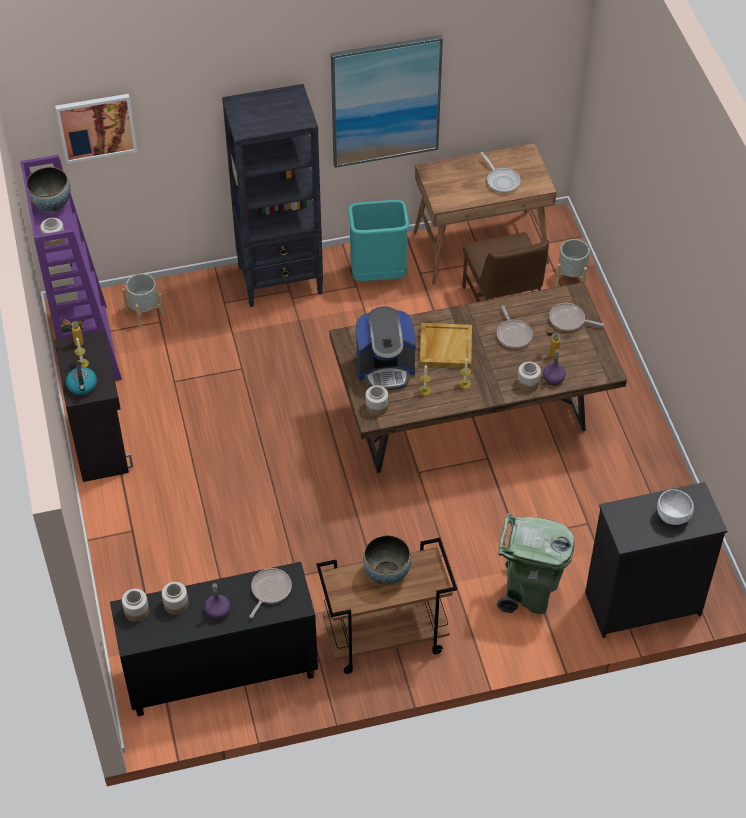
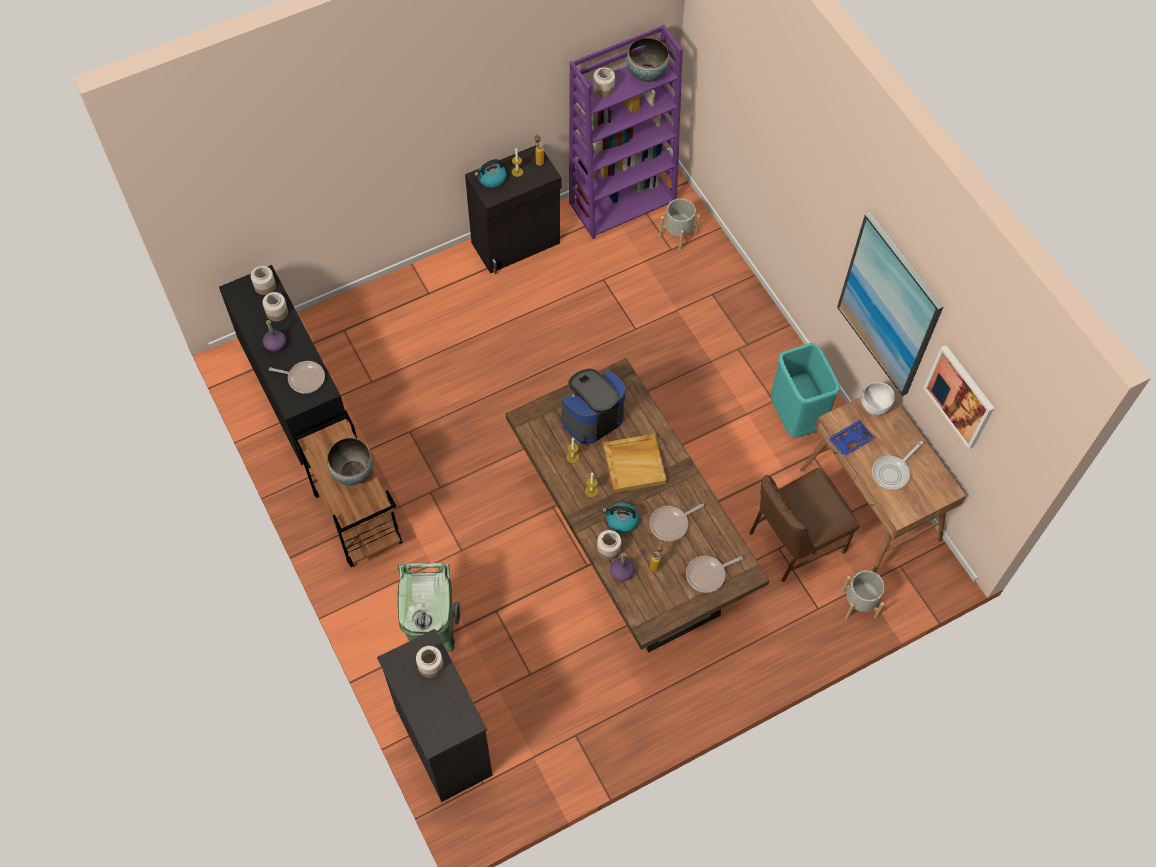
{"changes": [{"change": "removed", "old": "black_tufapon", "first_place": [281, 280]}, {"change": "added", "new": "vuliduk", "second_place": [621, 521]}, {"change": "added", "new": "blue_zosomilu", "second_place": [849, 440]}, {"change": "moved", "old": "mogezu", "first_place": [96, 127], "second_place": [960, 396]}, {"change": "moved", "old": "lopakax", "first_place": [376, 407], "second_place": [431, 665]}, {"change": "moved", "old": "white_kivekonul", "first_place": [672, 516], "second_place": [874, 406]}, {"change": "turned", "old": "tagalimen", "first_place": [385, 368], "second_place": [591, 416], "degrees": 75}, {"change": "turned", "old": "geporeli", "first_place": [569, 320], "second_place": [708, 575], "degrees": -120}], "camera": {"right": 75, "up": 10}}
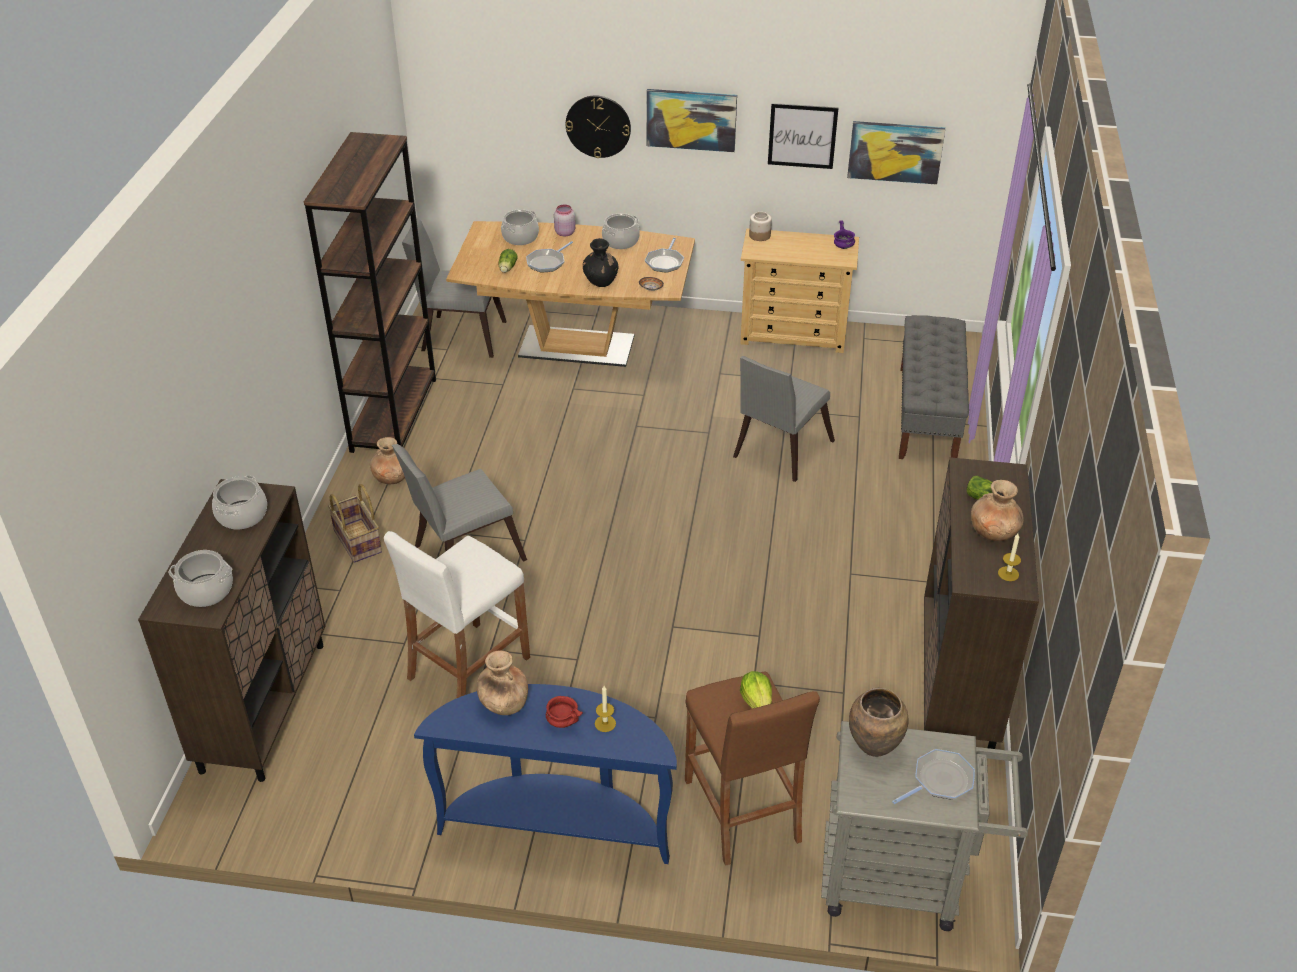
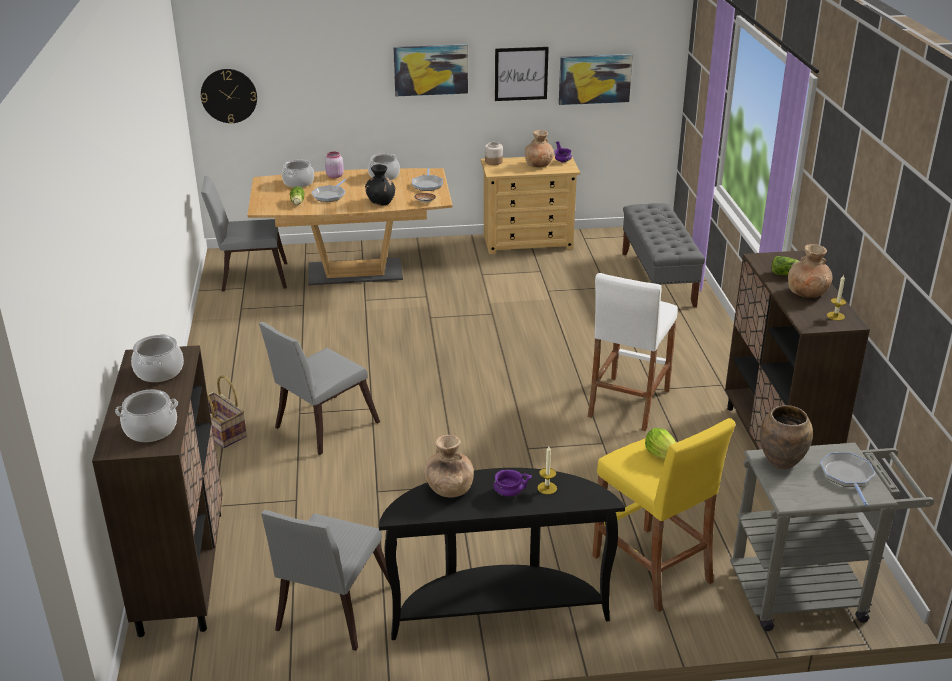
{"changes": [{"change": "removed", "old": "brown_tufapon", "first_place": [394, 414]}, {"change": "moved", "old": "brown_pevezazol", "first_place": [392, 478], "second_place": [538, 165]}, {"change": "moved", "old": "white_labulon", "first_place": [468, 668], "second_place": [628, 403]}, {"change": "moved", "old": "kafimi", "first_place": [598, 126], "second_place": [229, 96]}, {"change": "moved", "old": "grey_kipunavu", "first_place": [779, 452], "second_place": [331, 612]}, {"change": "recoloured", "old": "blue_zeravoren", "new": "black_zeravoren", "first_place": [558, 822], "second_place": [497, 609]}, {"change": "recoloured", "old": "red_kivekonul", "new": "purple_kivekonul", "first_place": [563, 721], "second_place": [509, 492]}, {"change": "recoloured", "old": "brown_labulon", "new": "yellow_labulon", "first_place": [742, 811], "second_place": [652, 569]}, {"change": "turned", "old": "geporeli", "first_place": [940, 781], "second_place": [847, 476], "degrees": -45}], "camera": {"right": -15, "up": -10}}
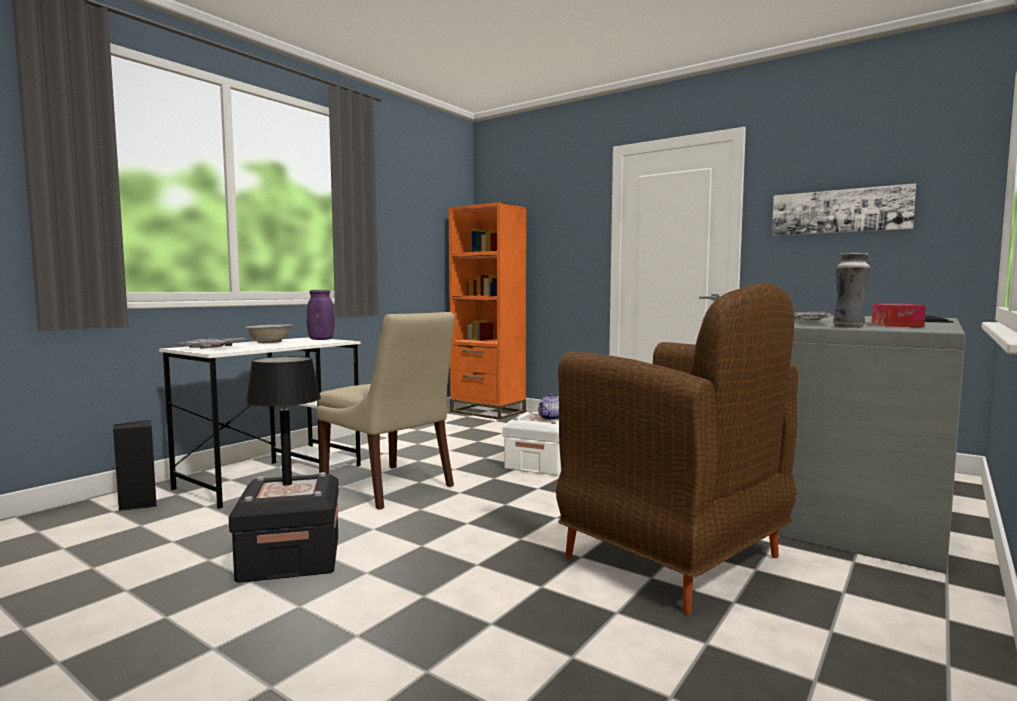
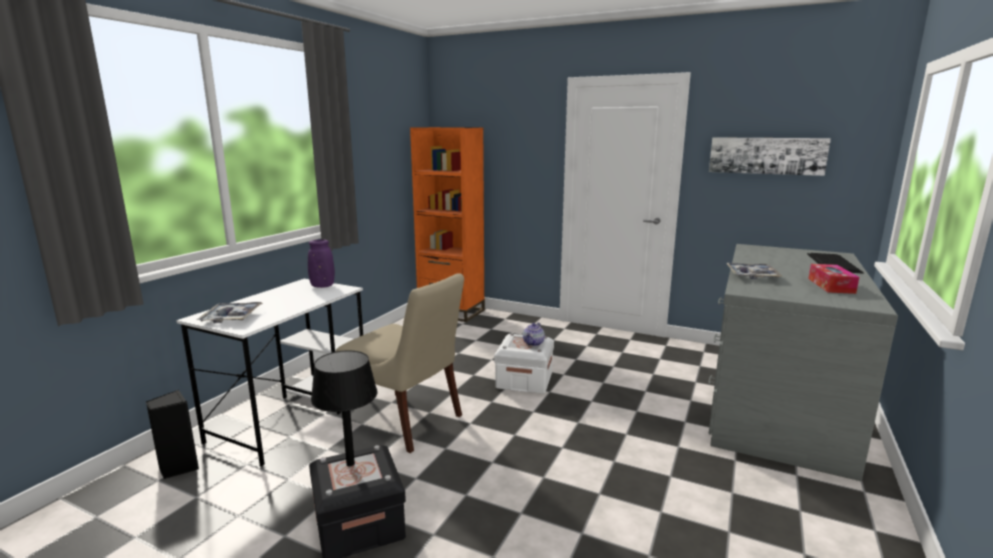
{"changes": [{"change": "removed", "old": "white_kivekonul", "first_place": [270, 342]}, {"change": "removed", "old": "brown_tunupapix", "first_place": [676, 559]}, {"change": "removed", "old": "pevezazol", "first_place": [849, 327]}], "camera": {"right": -10, "up": 10}}
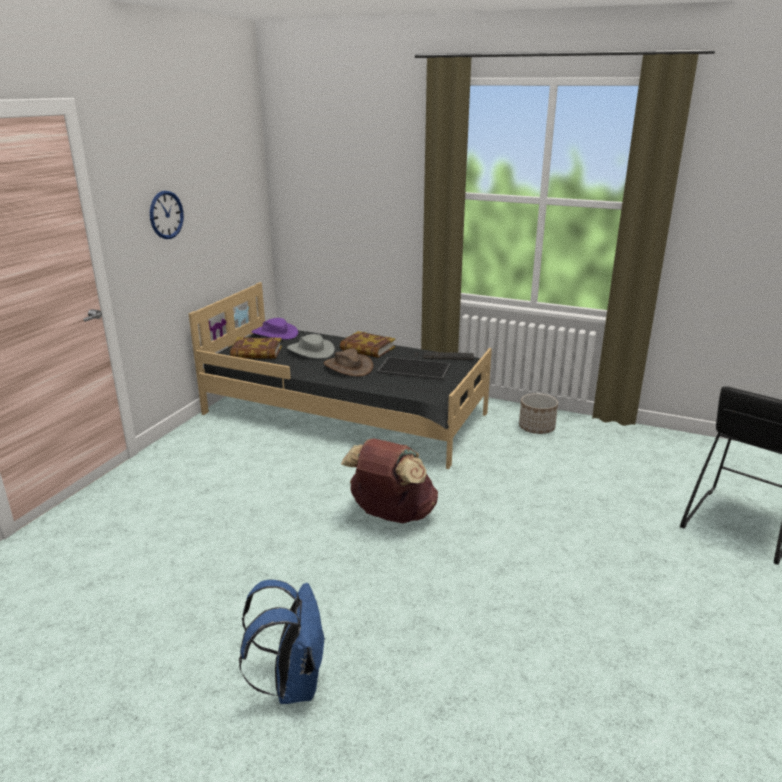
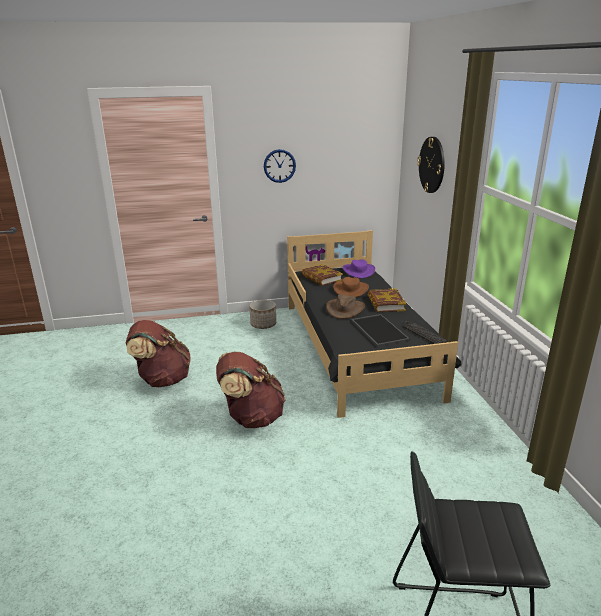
{"changes": [{"change": "removed", "old": "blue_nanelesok", "first_place": [292, 683]}, {"change": "added", "new": "brown_nanelesok", "second_place": [162, 380]}, {"change": "added", "new": "kafimi", "second_place": [432, 165]}, {"change": "moved", "old": "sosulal", "first_place": [536, 428], "second_place": [263, 324]}, {"change": "recoloured", "old": "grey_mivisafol", "new": "brown_mivisafol", "first_place": [311, 350], "second_place": [351, 290]}], "camera": {"right": 55, "up": 0}}
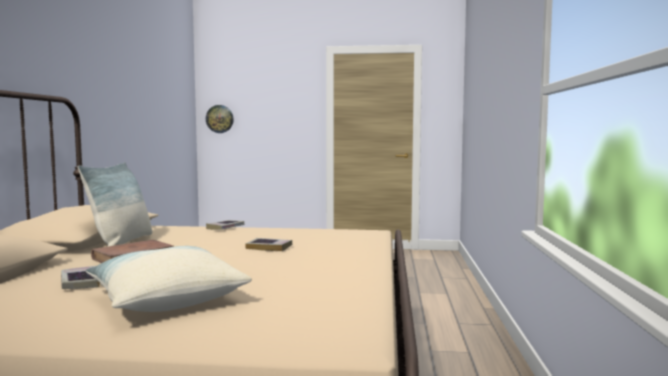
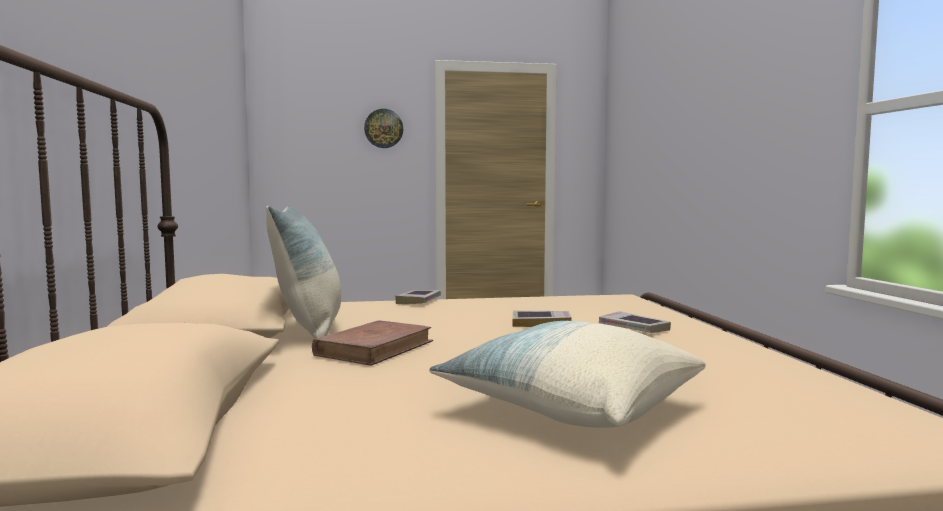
{"changes": [{"change": "moved", "old": "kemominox", "first_place": [80, 282], "second_place": [633, 328]}, {"change": "moved", "old": "kafimi", "first_place": [219, 119], "second_place": [383, 128]}], "camera": {"right": -15, "up": 0}}
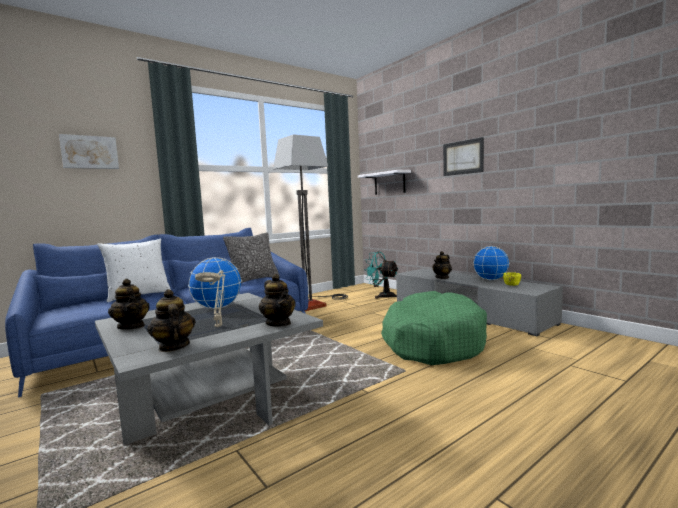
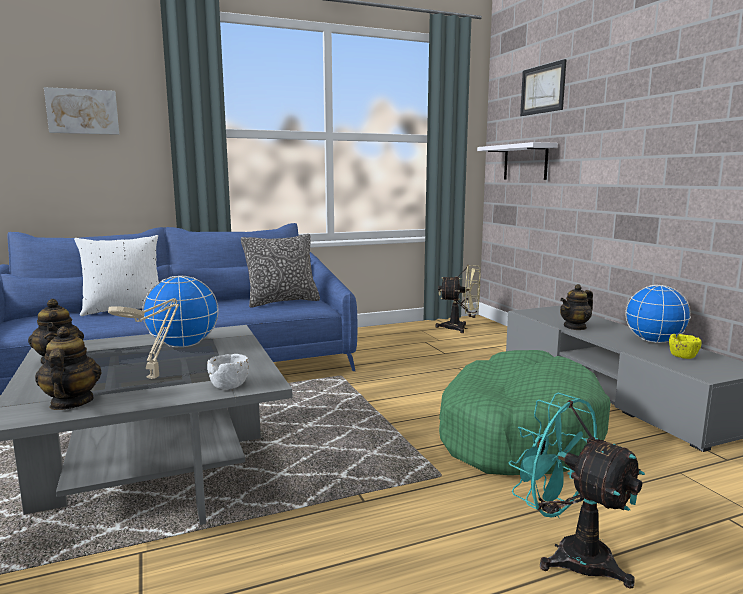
{"changes": [{"change": "removed", "old": "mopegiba", "first_place": [314, 304]}, {"change": "added", "new": "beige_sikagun", "second_place": [460, 328]}, {"change": "moved", "old": "turquoise_sikagun", "first_place": [382, 296], "second_place": [569, 554]}, {"change": "moved", "old": "mogezu", "first_place": [463, 157], "second_place": [542, 89]}, {"change": "replaced", "old": "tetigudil", "new": "white_kivekonul", "first_place": [278, 323], "second_place": [229, 385]}], "camera": {"right": 15, "up": 5}}
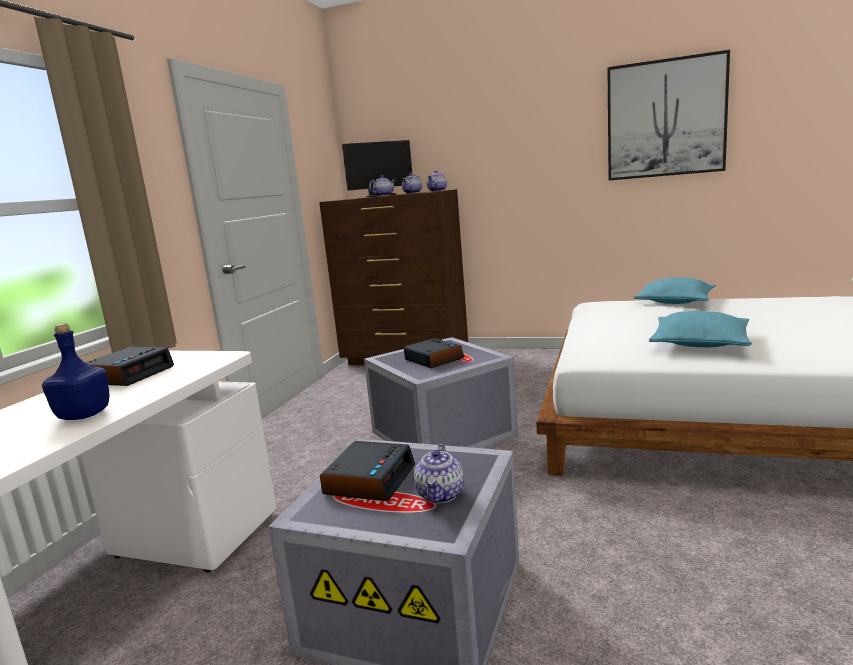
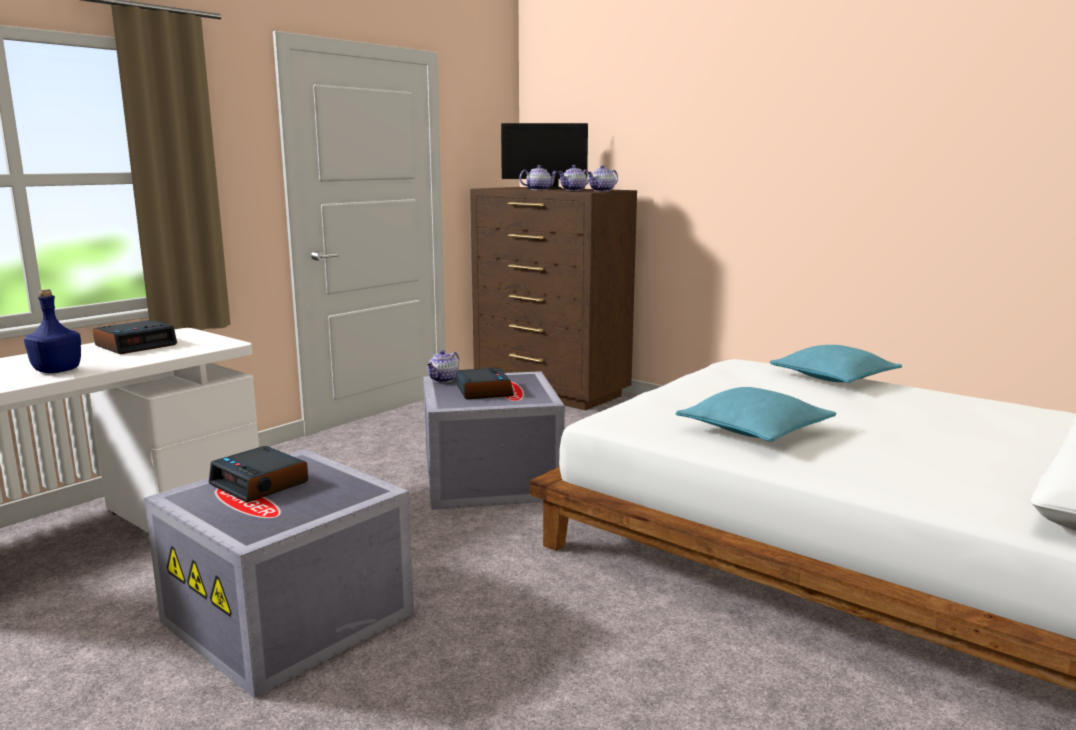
{"changes": [{"change": "removed", "old": "mogezu", "first_place": [665, 119]}, {"change": "moved", "old": "tetigudil", "first_place": [441, 495], "second_place": [443, 380]}, {"change": "turned", "old": "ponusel", "first_place": [369, 480], "second_place": [260, 483], "degrees": 90}], "camera": {"right": 20, "up": 0}}
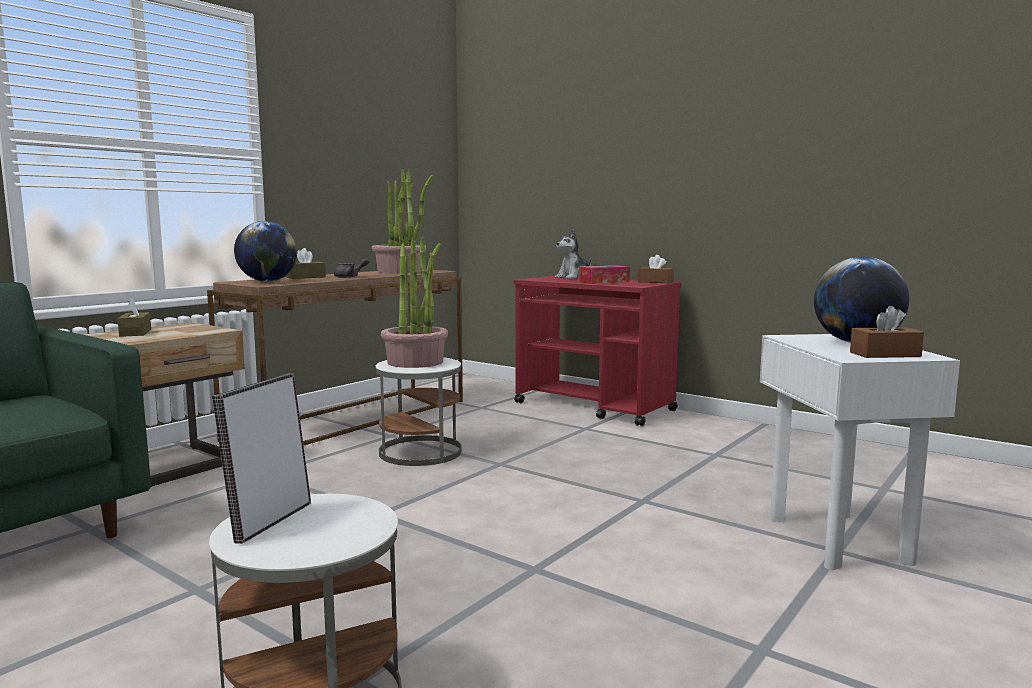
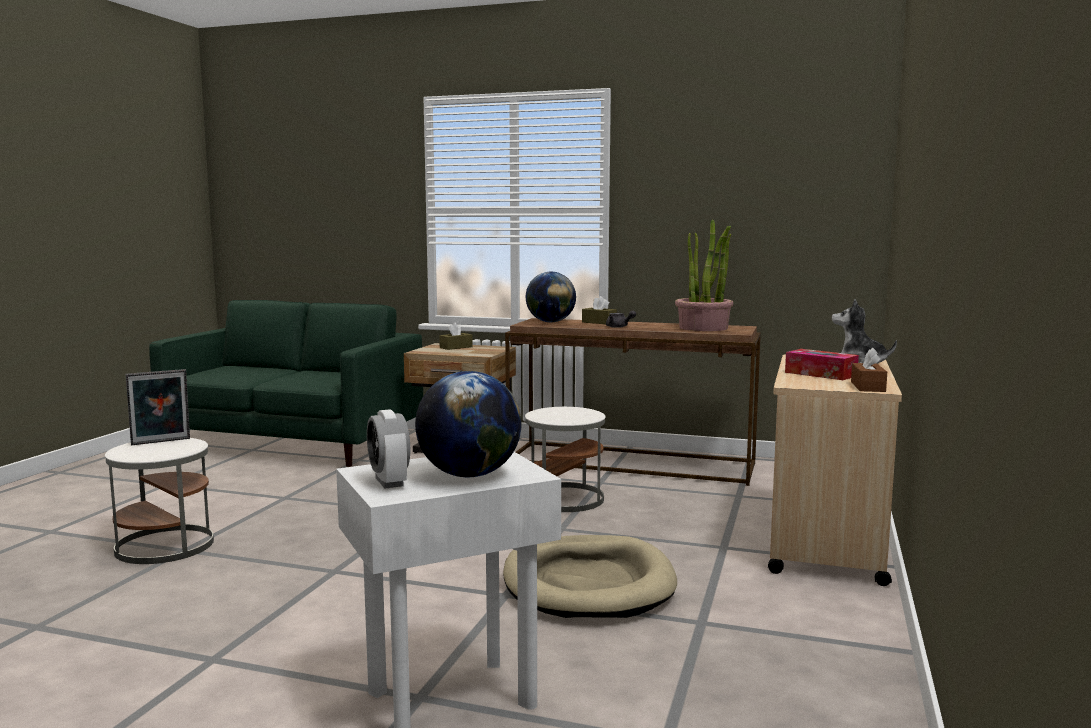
{"changes": [{"change": "removed", "old": "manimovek", "first_place": [415, 362]}, {"change": "added", "new": "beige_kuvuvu", "second_place": [588, 584]}, {"change": "replaced", "old": "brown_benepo", "new": "ponusel", "first_place": [885, 354], "second_place": [389, 482]}, {"change": "recoloured", "old": "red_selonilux", "new": "beige_selonilux", "first_place": [595, 407], "second_place": [826, 541]}, {"change": "turned", "old": "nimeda", "first_place": [269, 521], "second_place": [161, 442], "degrees": 150}], "camera": {"right": 70, "up": 0}}
